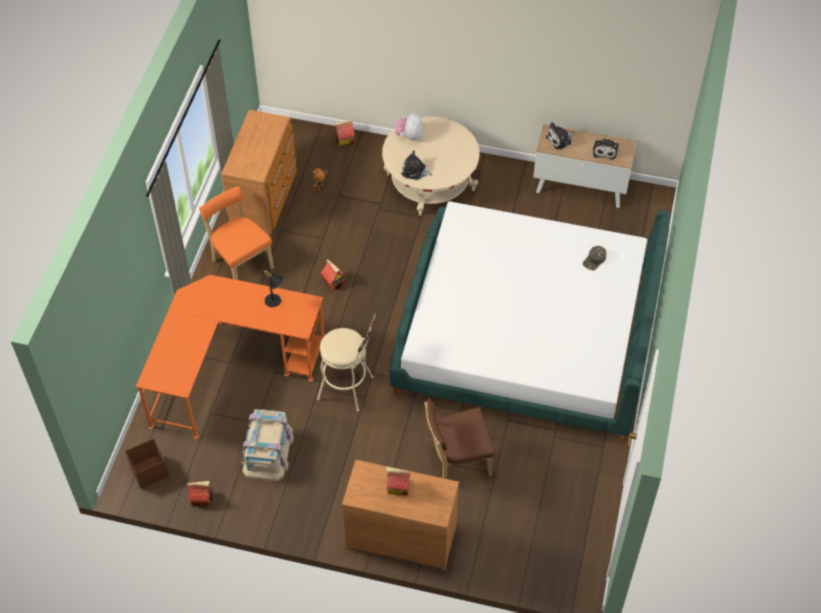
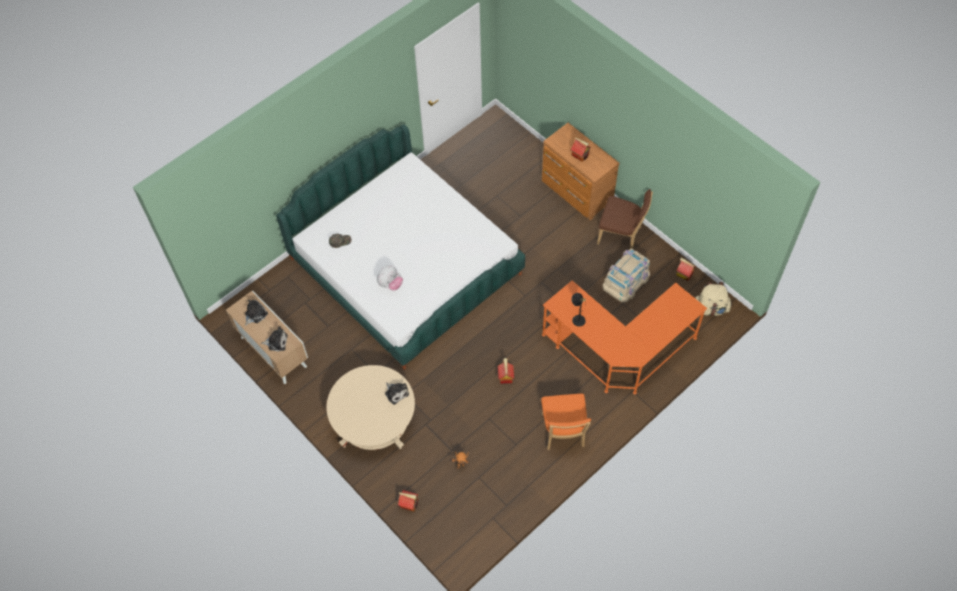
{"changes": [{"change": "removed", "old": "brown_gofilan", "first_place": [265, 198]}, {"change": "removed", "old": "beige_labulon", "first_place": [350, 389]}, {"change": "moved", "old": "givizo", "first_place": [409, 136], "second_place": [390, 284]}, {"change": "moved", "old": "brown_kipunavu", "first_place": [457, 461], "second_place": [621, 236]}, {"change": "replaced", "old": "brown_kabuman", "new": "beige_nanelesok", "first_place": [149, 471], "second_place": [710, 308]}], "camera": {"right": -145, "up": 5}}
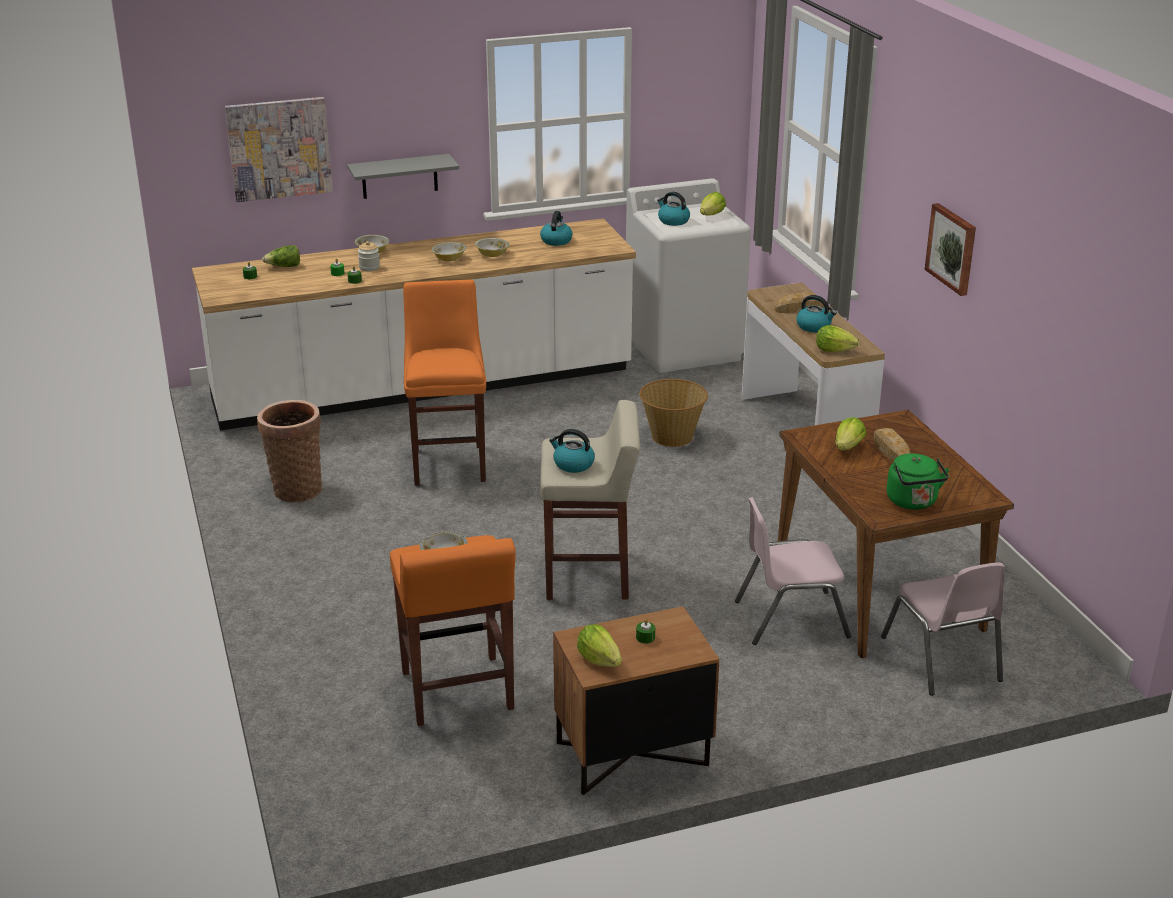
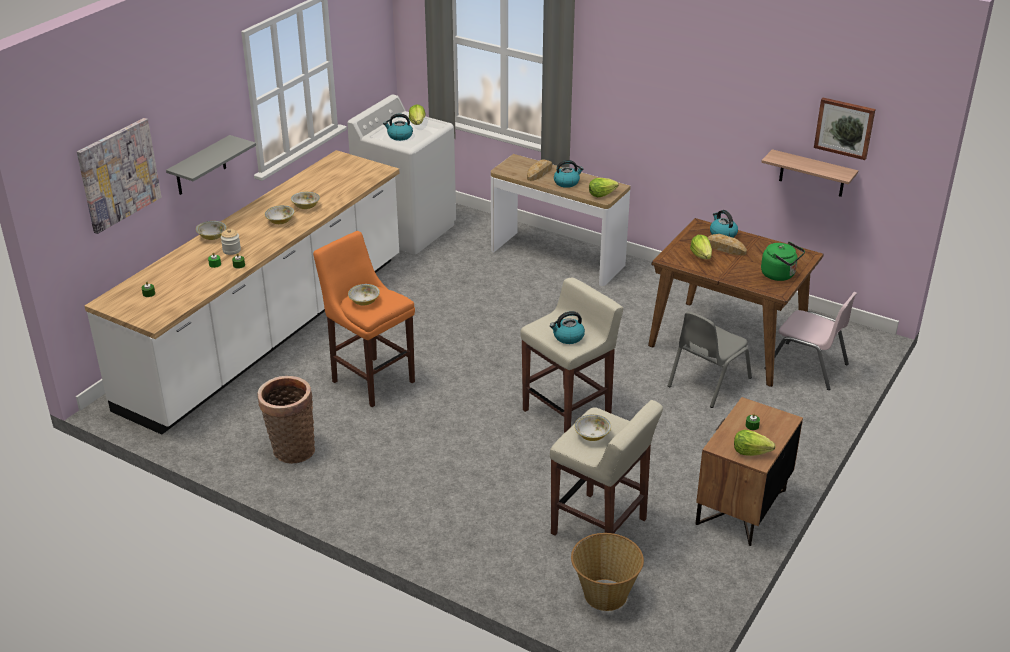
{"changes": [{"change": "removed", "old": "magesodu", "first_place": [284, 267]}, {"change": "added", "new": "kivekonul", "second_place": [364, 301]}, {"change": "added", "new": "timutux", "second_place": [812, 174]}, {"change": "moved", "old": "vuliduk", "first_place": [556, 240], "second_place": [722, 234]}, {"change": "moved", "old": "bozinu", "first_place": [672, 436], "second_place": [605, 594]}, {"change": "moved", "old": "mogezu", "first_place": [952, 248], "second_place": [844, 127]}, {"change": "recoloured", "old": "orange_labulon", "new": "beige_labulon", "first_place": [457, 692], "second_place": [600, 527]}, {"change": "recoloured", "old": "pink_kipunavu", "new": "grey_kipunavu", "first_place": [790, 618], "second_place": [708, 382]}], "camera": {"right": -40, "up": 5}}
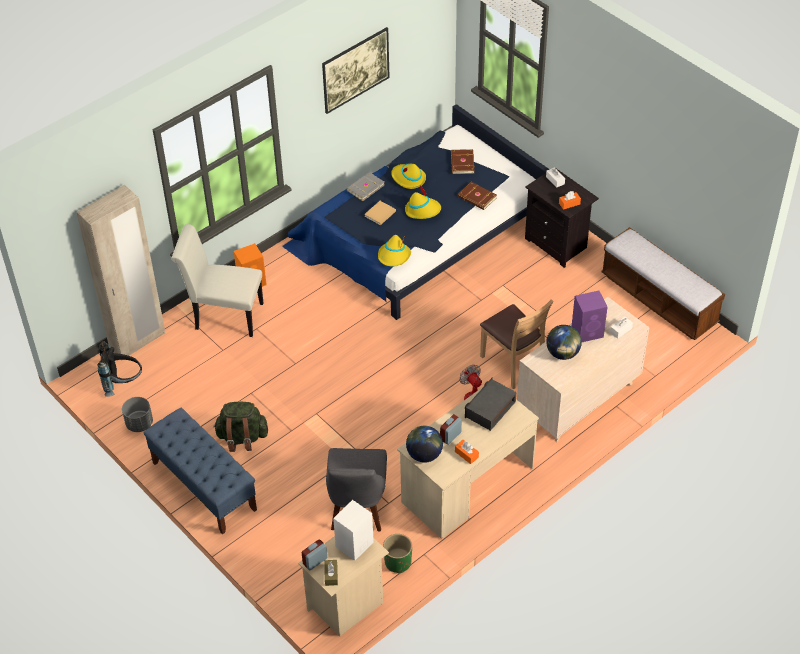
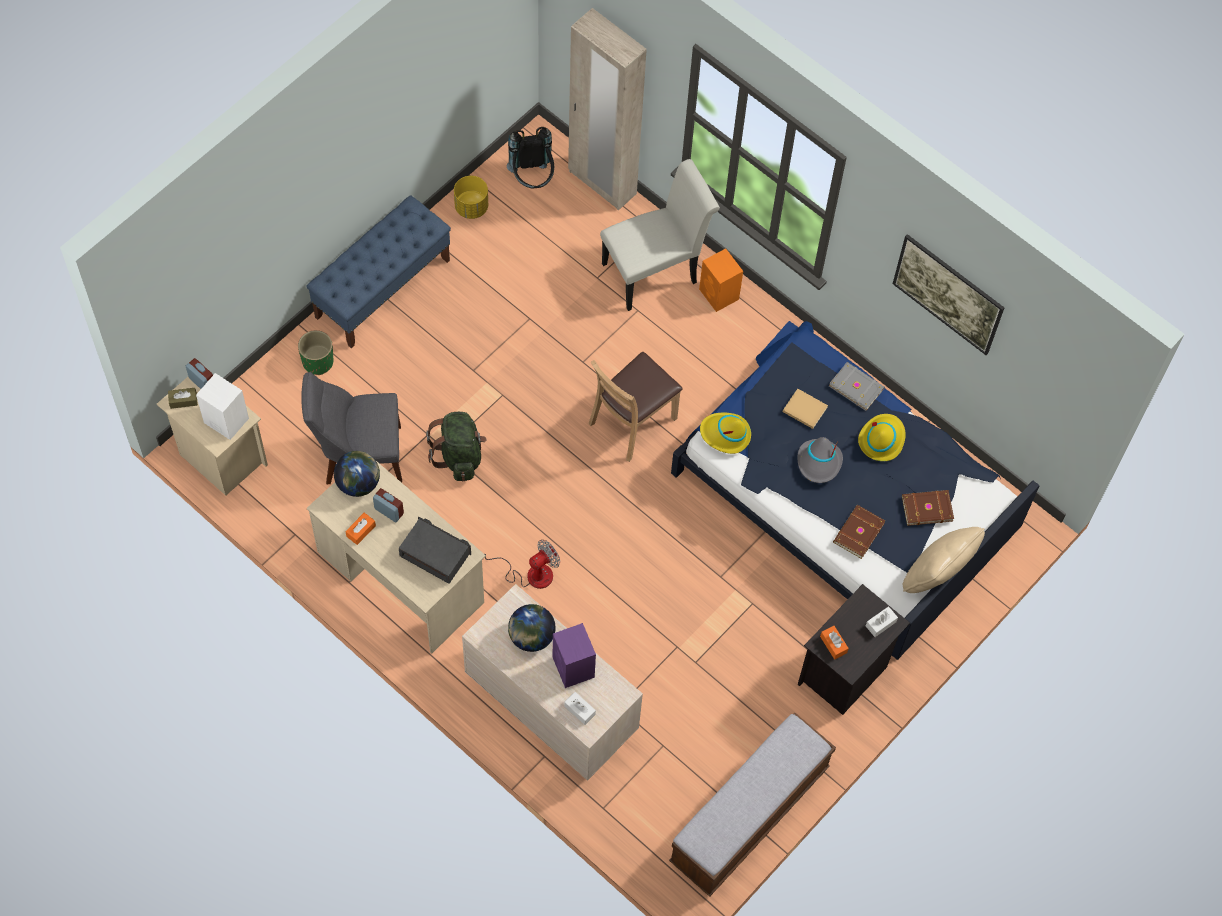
{"changes": [{"change": "added", "new": "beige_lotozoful", "second_place": [937, 575]}, {"change": "moved", "old": "green_nanelesok", "first_place": [242, 438], "second_place": [459, 456]}, {"change": "moved", "old": "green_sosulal", "first_place": [397, 562], "second_place": [318, 361]}, {"change": "moved", "old": "brown_kipunavu", "first_place": [513, 363], "second_place": [632, 422]}, {"change": "recoloured", "old": "grey_sosulal", "new": "yellow_sosulal", "first_place": [139, 424], "second_place": [471, 207]}, {"change": "recoloured", "old": "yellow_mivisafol", "new": "grey_mivisafol", "first_place": [422, 210], "second_place": [819, 462]}, {"change": "turned", "old": "white_kipunavu", "first_place": [224, 315], "second_place": [655, 271], "degrees": 60}], "camera": {"right": 80, "up": 15}}
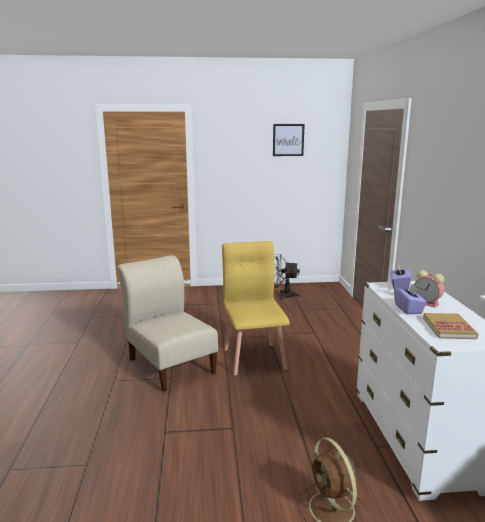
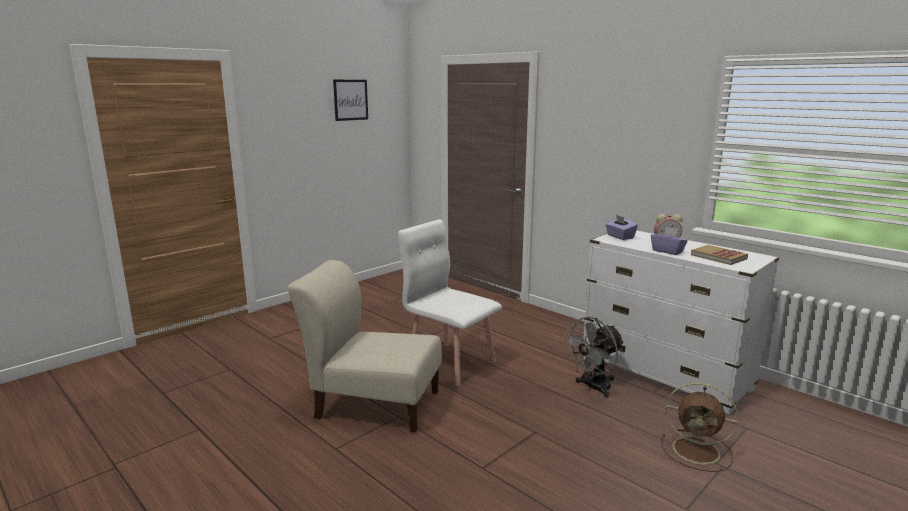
{"changes": [{"change": "moved", "old": "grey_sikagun", "first_place": [282, 296], "second_place": [593, 388]}, {"change": "recoloured", "old": "yellow_kipunavu", "new": "white_kipunavu", "first_place": [254, 358], "second_place": [451, 363]}], "camera": {"right": -40, "up": 0}}
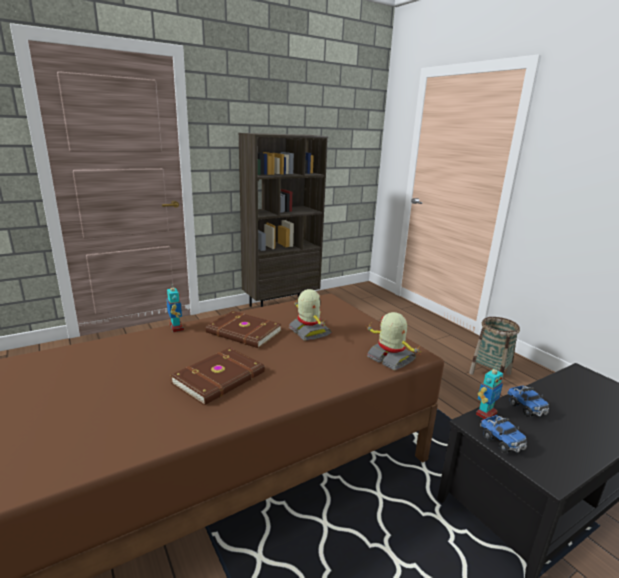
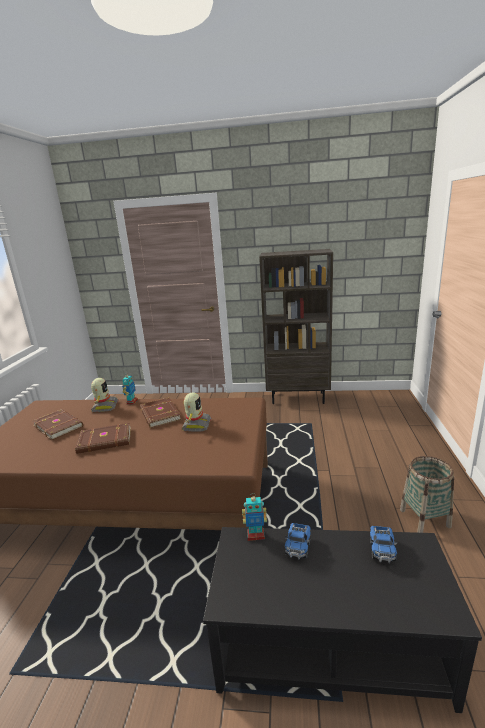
{"changes": [{"change": "added", "new": "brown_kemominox", "second_place": [59, 425]}, {"change": "moved", "old": "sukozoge", "first_place": [390, 359], "second_place": [104, 406]}, {"change": "moved", "old": "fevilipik", "first_place": [501, 442], "second_place": [382, 550]}], "camera": {"right": 40, "up": 0}}
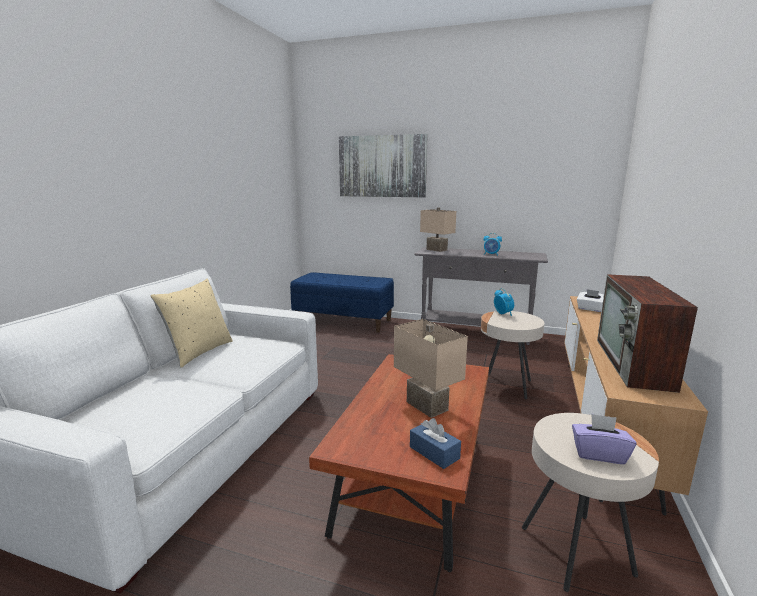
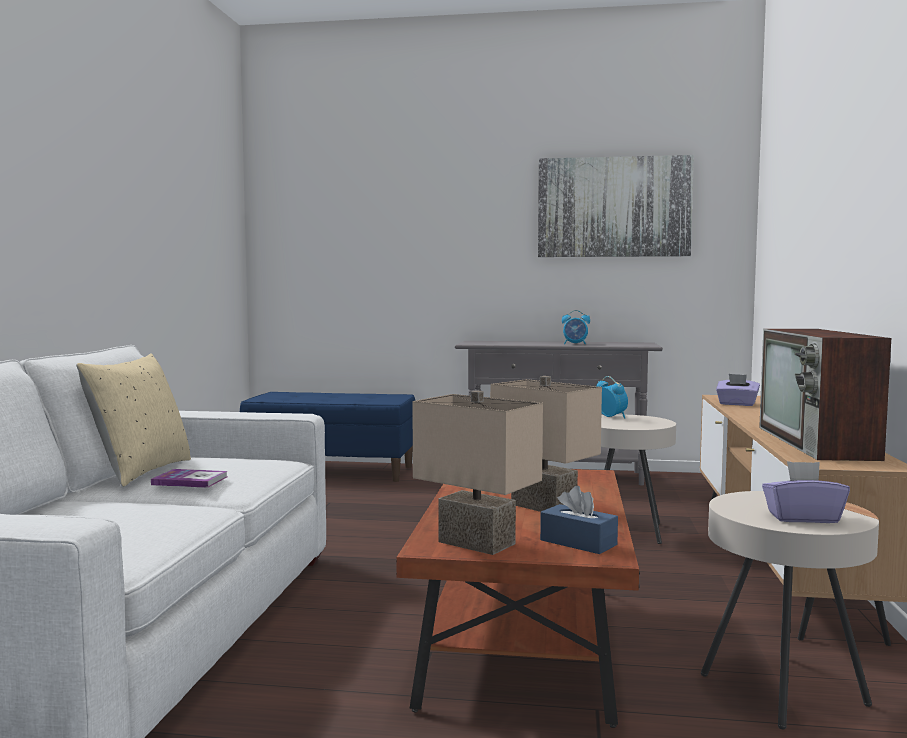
{"changes": [{"change": "added", "new": "kemominox", "second_place": [190, 480]}, {"change": "moved", "old": "mogezu", "first_place": [382, 166], "second_place": [613, 207]}, {"change": "moved", "old": "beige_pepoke", "first_place": [436, 250], "second_place": [473, 544]}, {"change": "recoloured", "old": "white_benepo", "new": "purple_benepo", "first_place": [590, 309], "second_place": [737, 404]}], "camera": {"right": -10, "up": -10}}
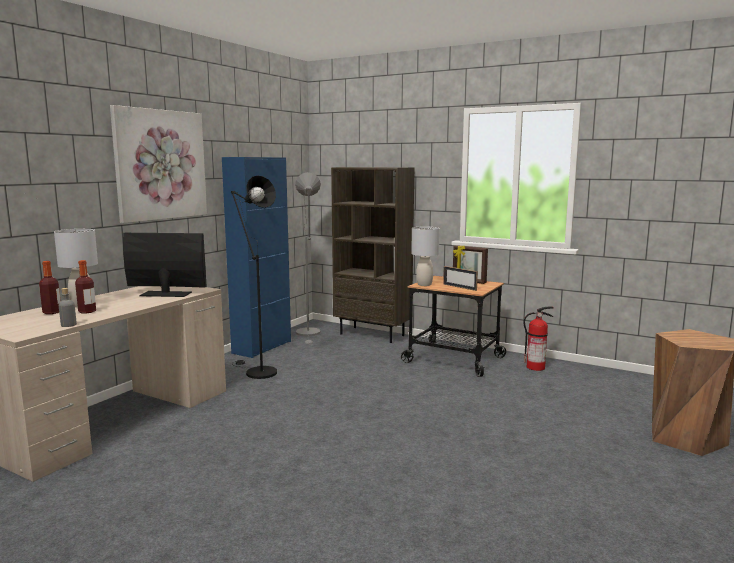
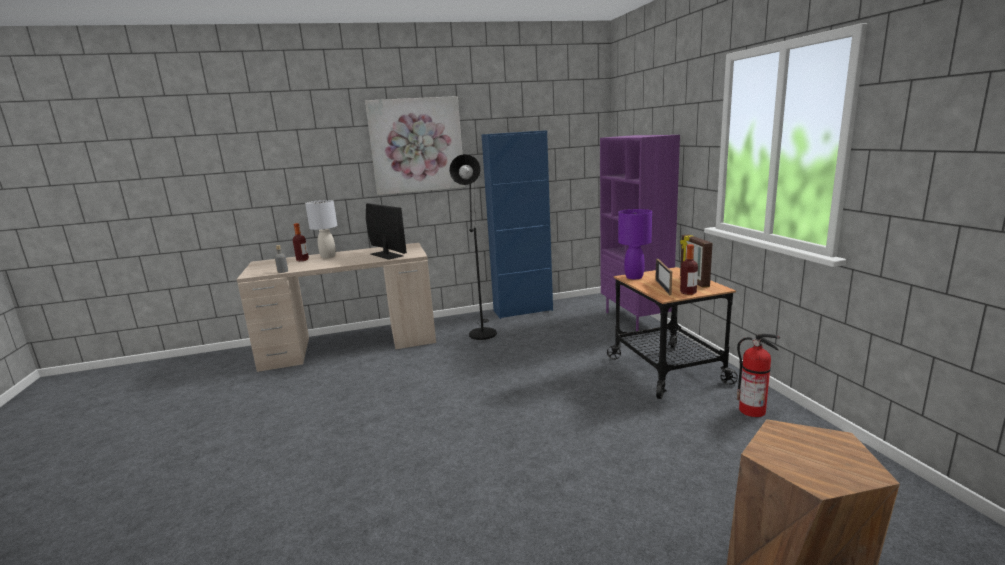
{"changes": [{"change": "removed", "old": "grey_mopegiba", "first_place": [309, 334]}, {"change": "moved", "old": "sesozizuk", "first_place": [87, 311], "second_place": [688, 292]}, {"change": "recoloured", "old": "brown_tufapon", "new": "purple_tufapon", "first_place": [373, 334], "second_place": [635, 320]}, {"change": "recoloured", "old": "grey_pepoke", "new": "purple_pepoke", "first_place": [424, 284], "second_place": [633, 277]}], "camera": {"right": 45, "up": 5}}
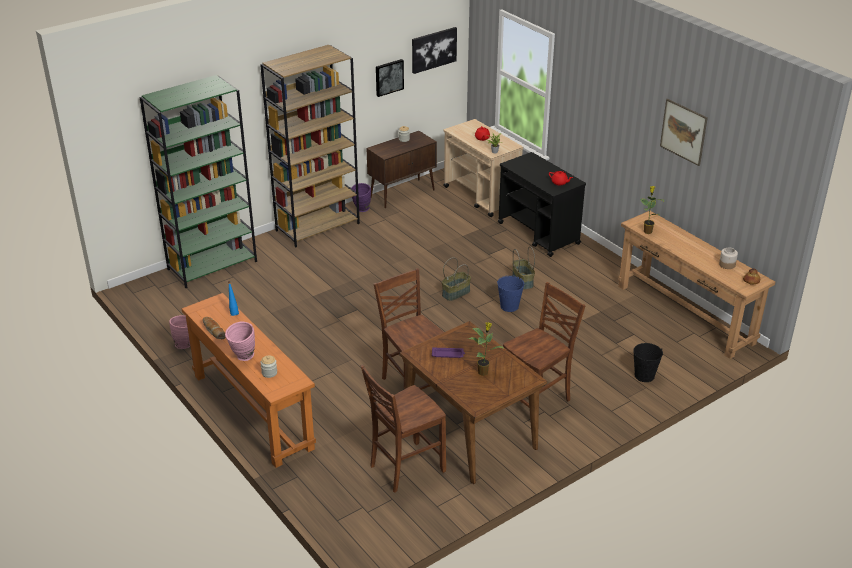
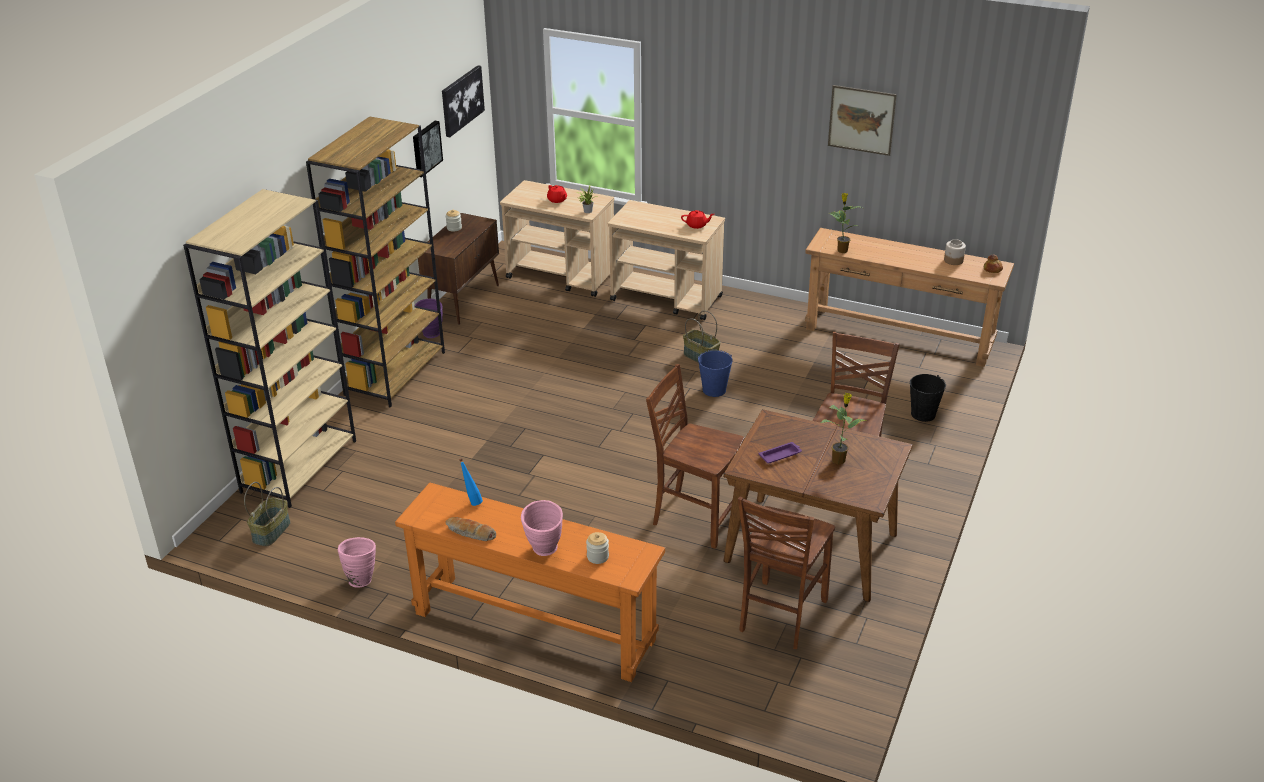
{"changes": [{"change": "moved", "old": "bozinu", "first_place": [456, 293], "second_place": [271, 531]}, {"change": "recoloured", "old": "green_tufapon", "new": "beige_tufapon", "first_place": [212, 265], "second_place": [299, 466]}, {"change": "recoloured", "old": "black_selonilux", "new": "beige_selonilux", "first_place": [538, 234], "second_place": [667, 299]}], "camera": {"right": -30, "up": 0}}
